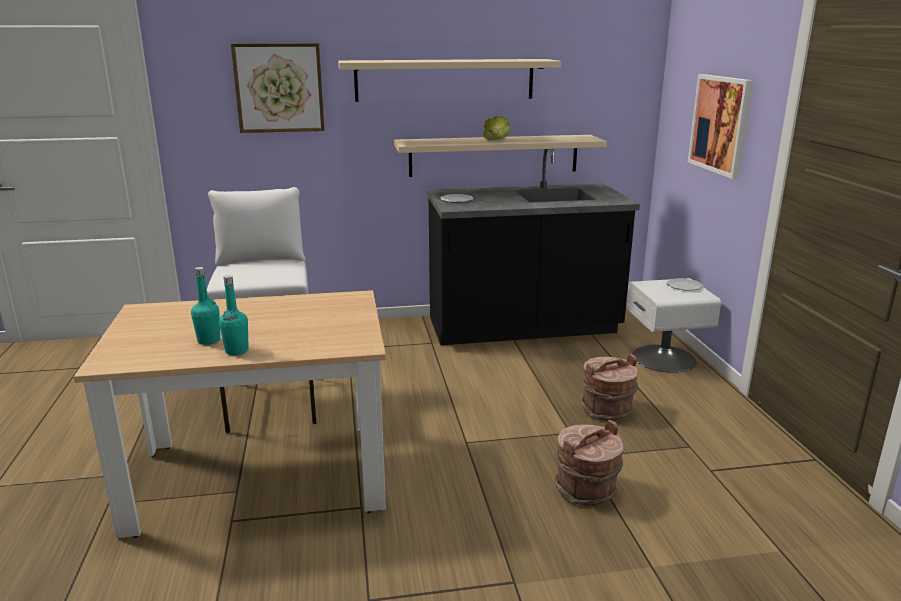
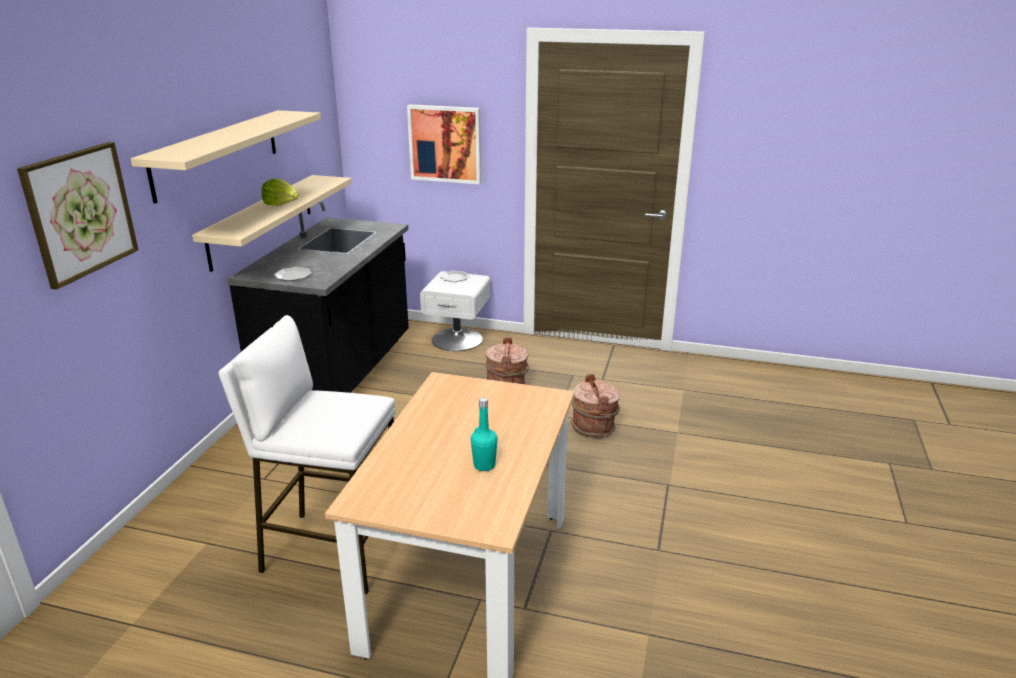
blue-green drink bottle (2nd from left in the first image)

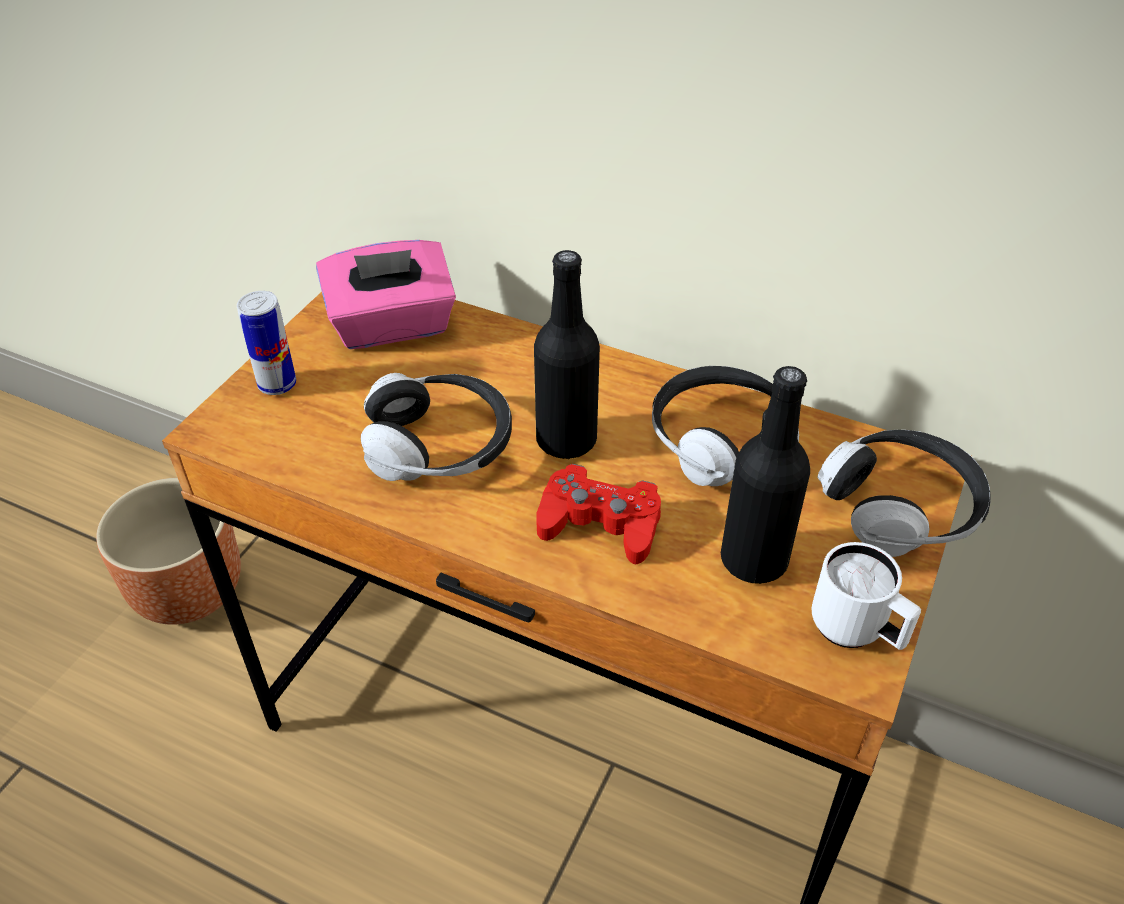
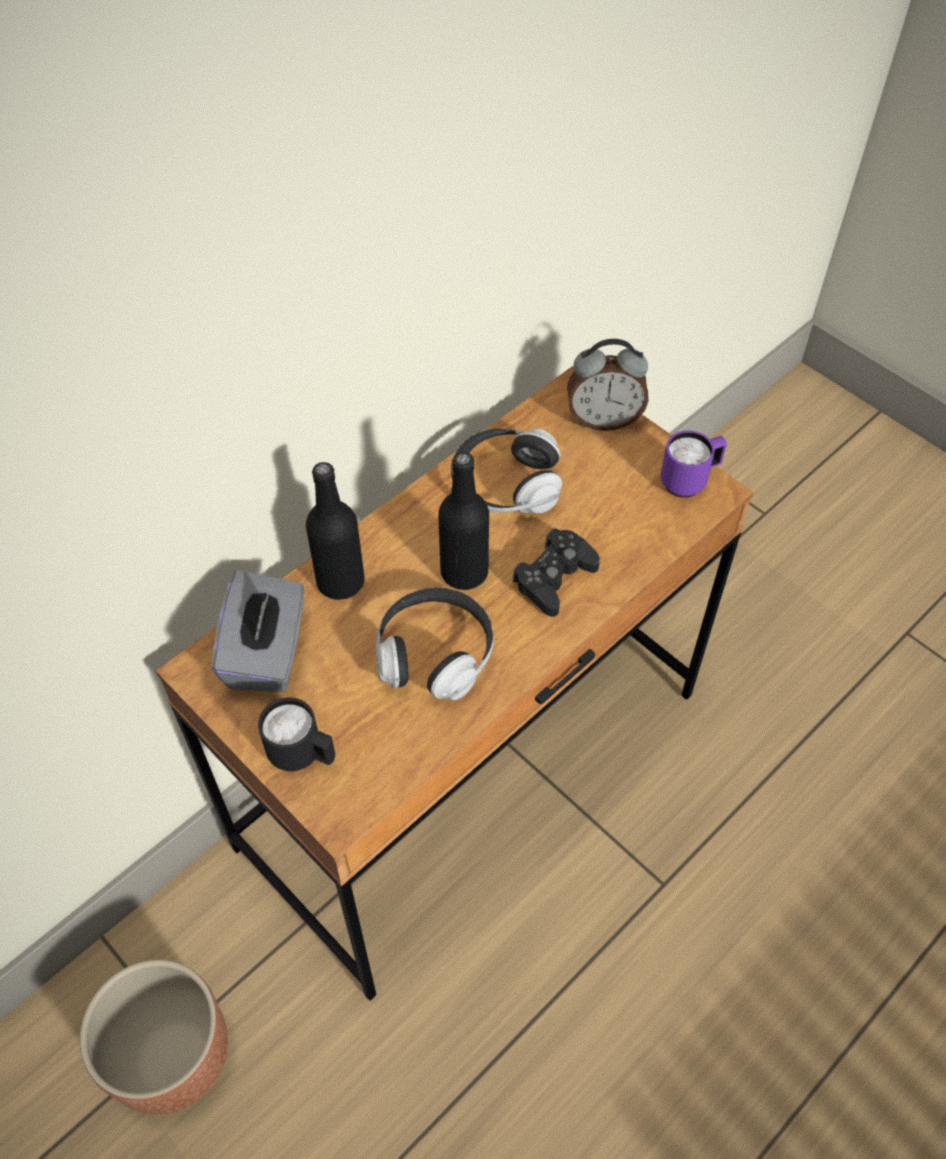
grey tissue box; black-coloured coffee mug; black-coloured drink bottle (1st from left); table clock; black-coloured game controller; purplish coffee mug

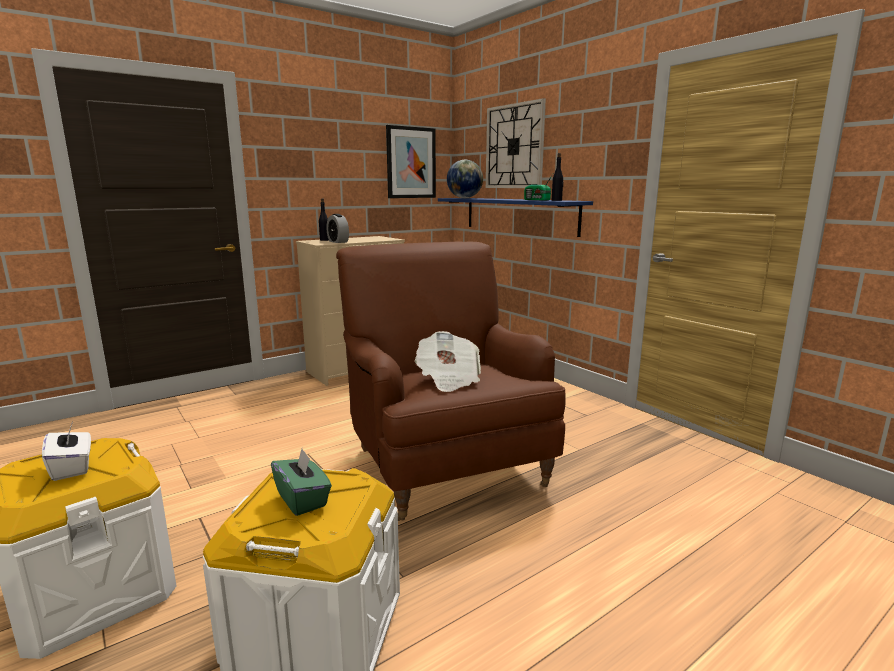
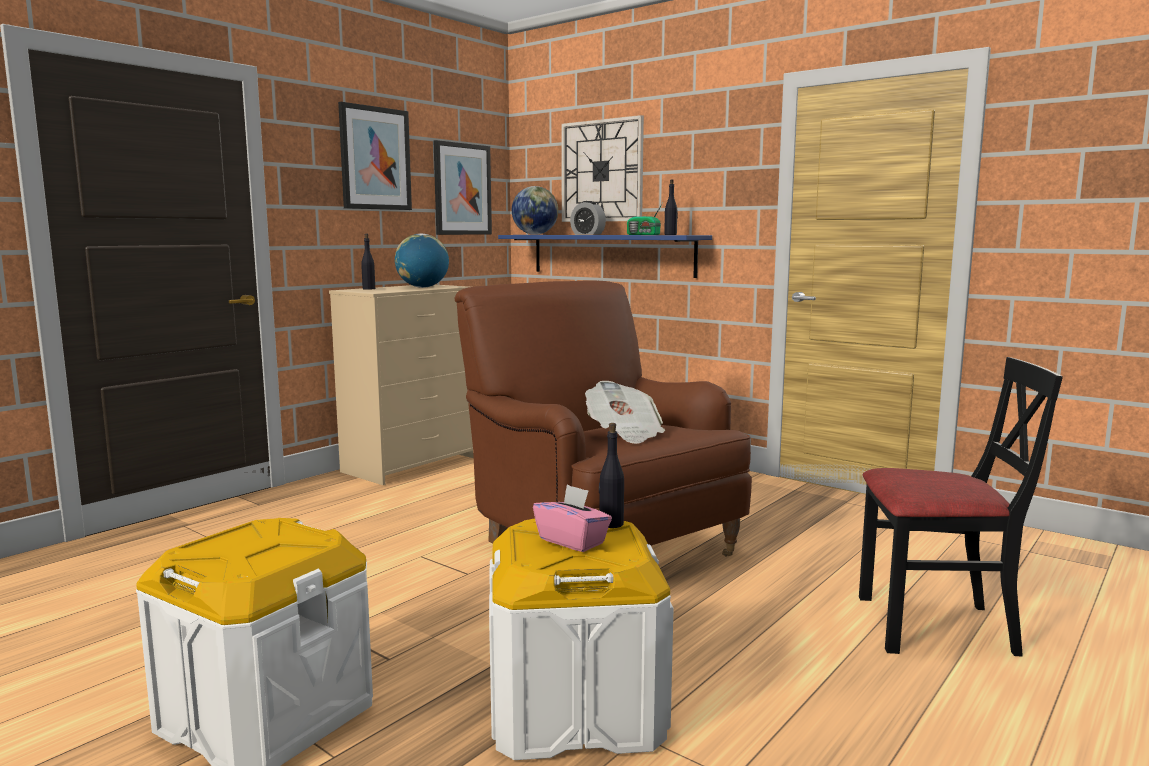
table clock; white-coloured tissue box; pink tissue box; wall picture (1st from left); world globe (1st from left); black-coloured plain chair; black-coloured drink bottle (2nd from left)

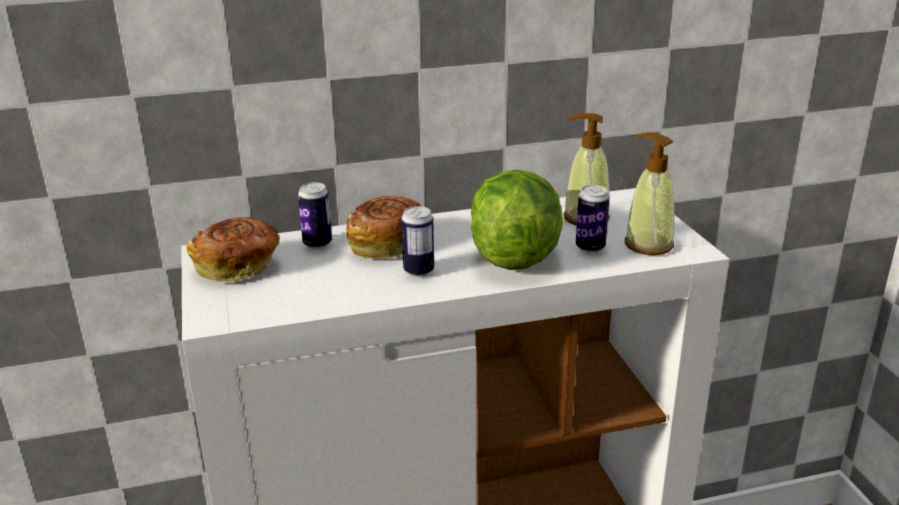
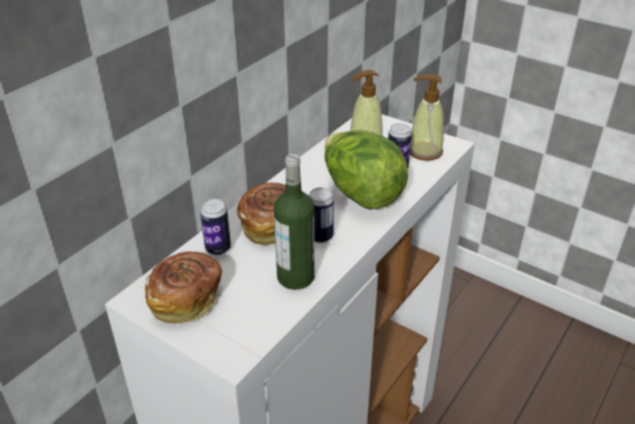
drink bottle

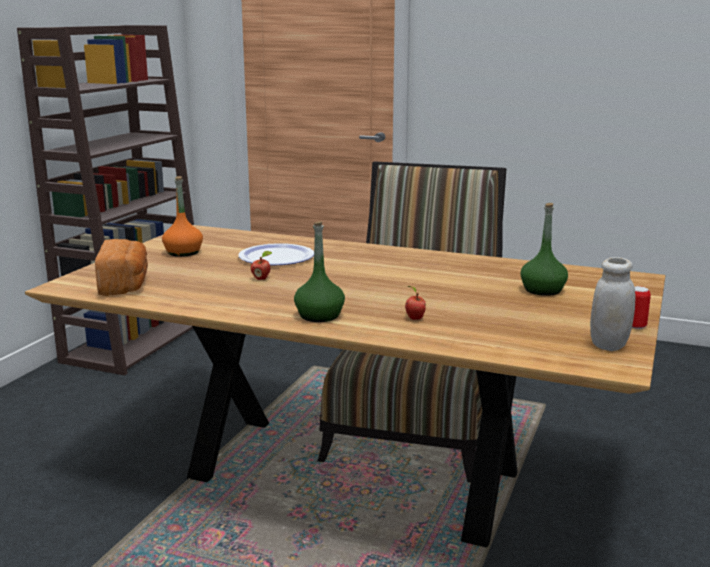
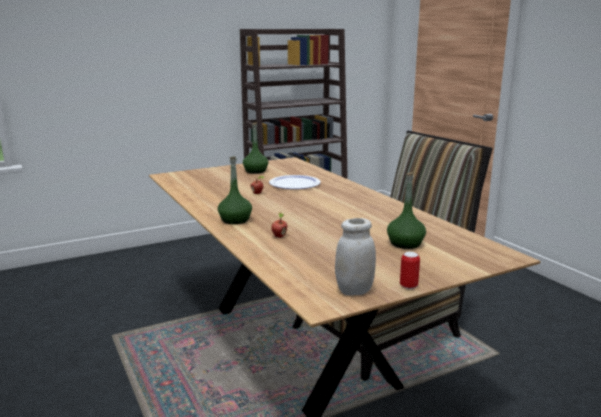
green drink bottle (2nd from left); baked bread

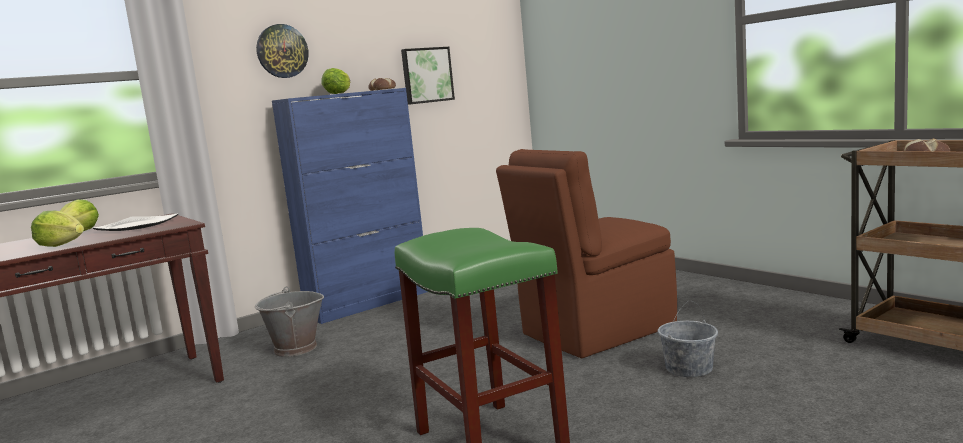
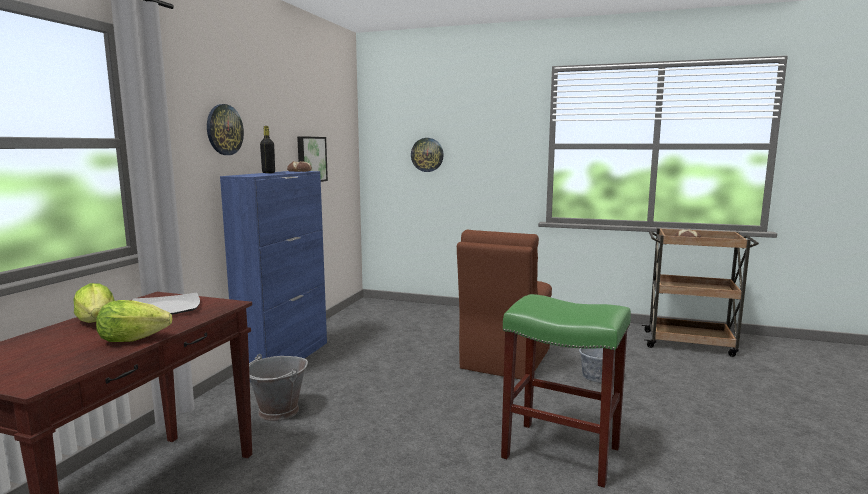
black-coloured drink bottle; clock on the wall (2nd from left)

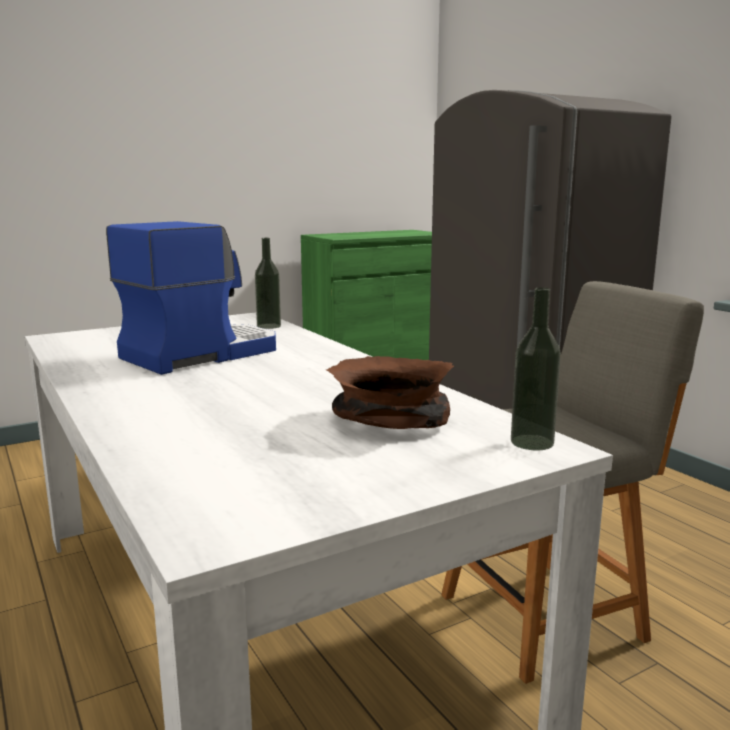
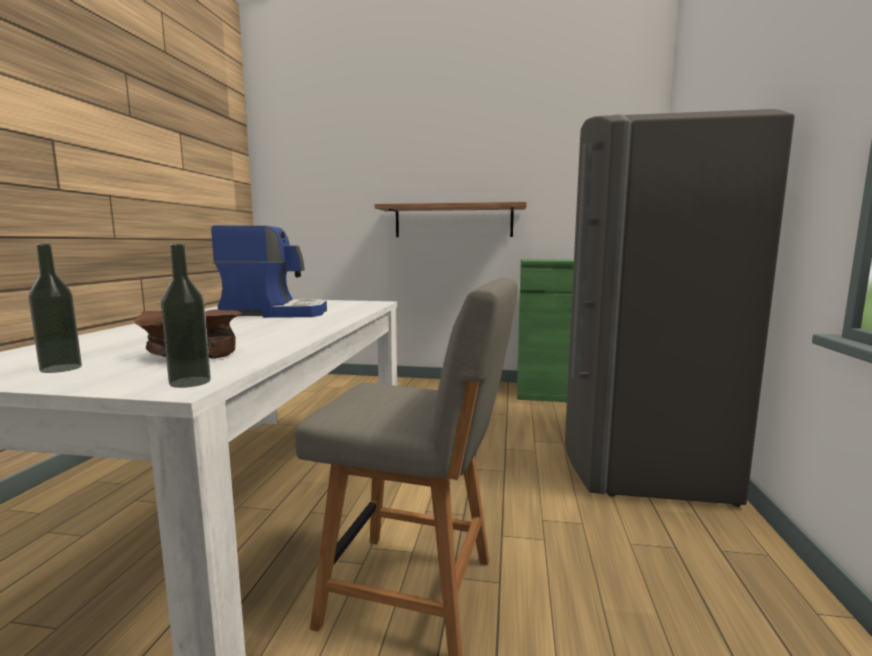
drink bottle (1st from left); shelf

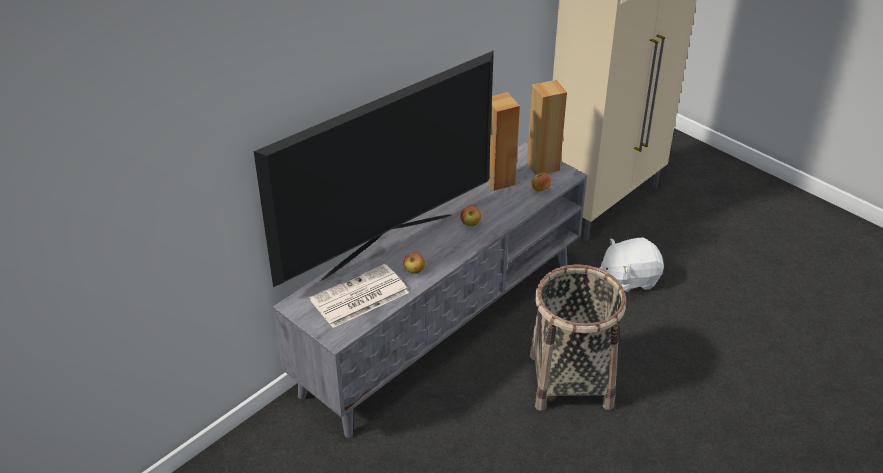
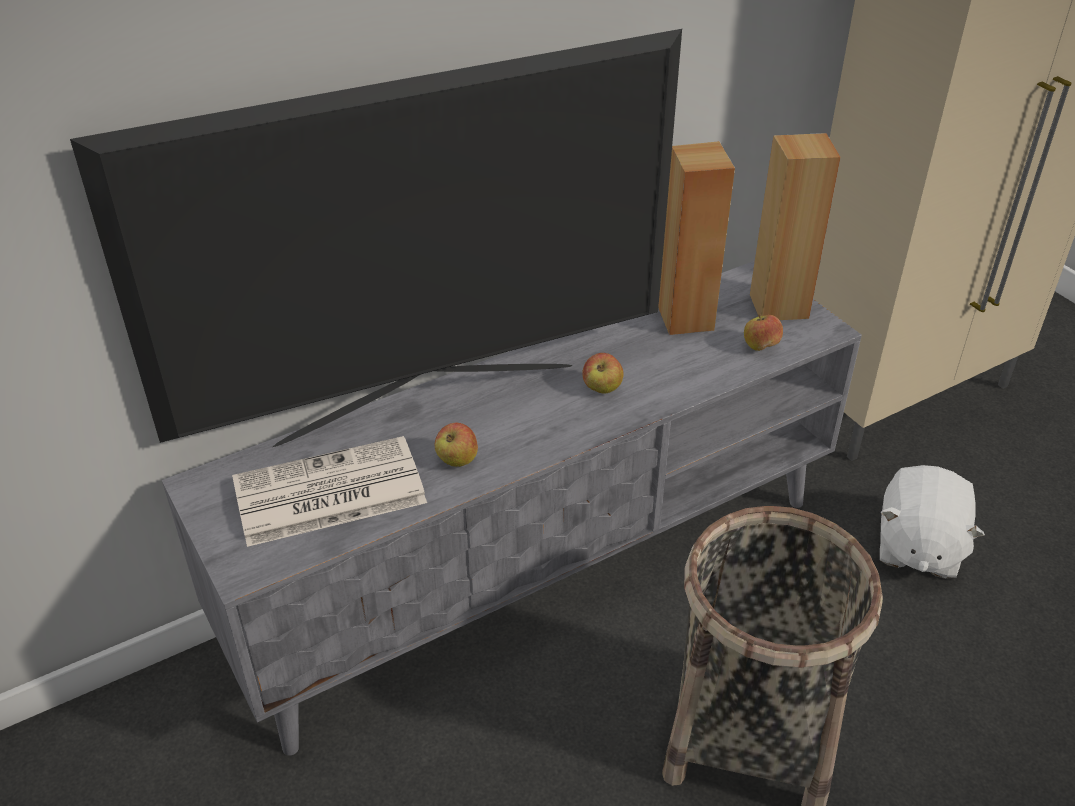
white-coloured plush toy

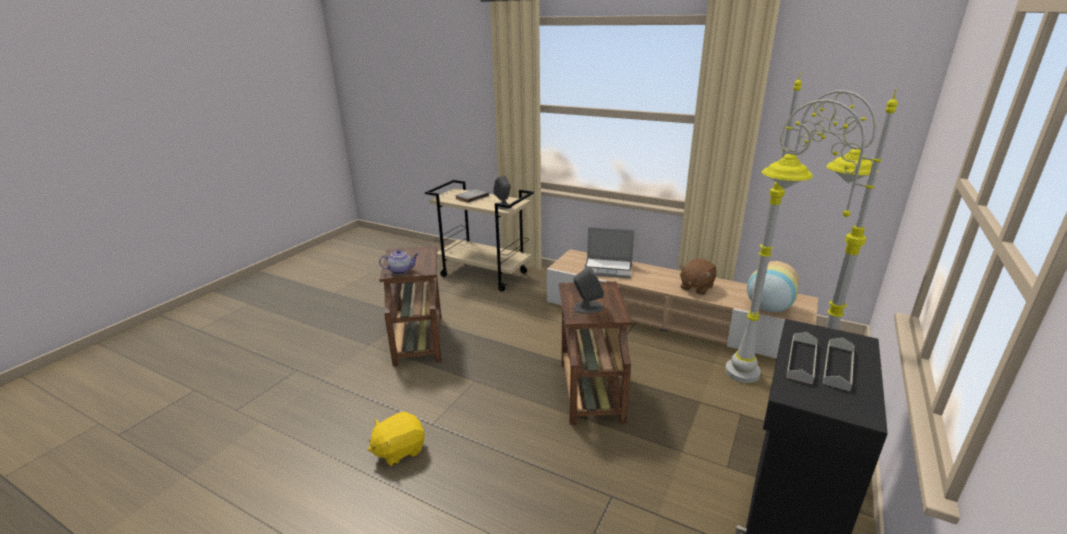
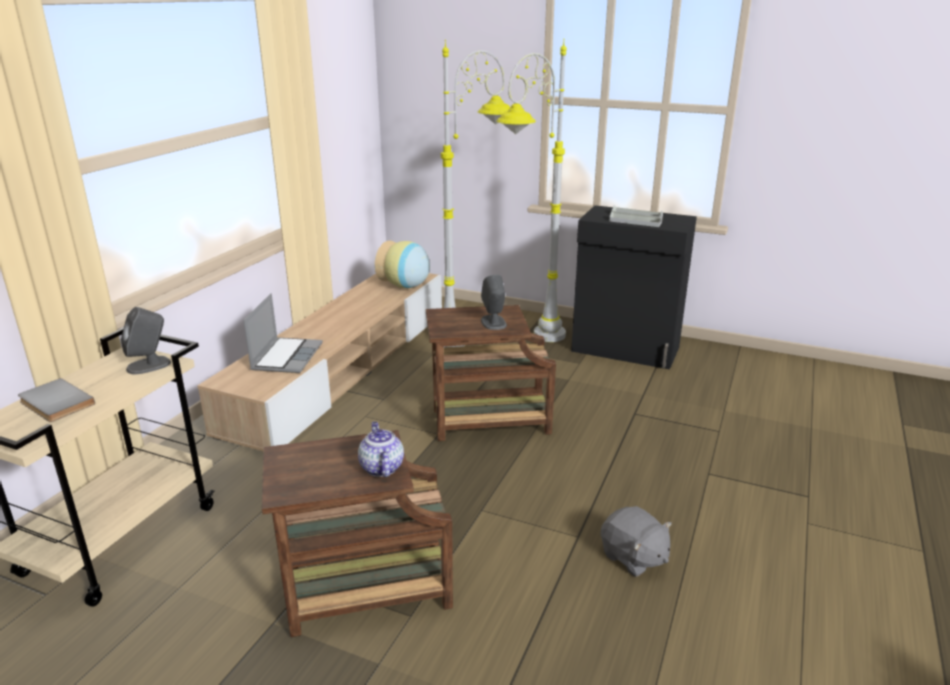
brown-coloured plush toy; grey plush toy

